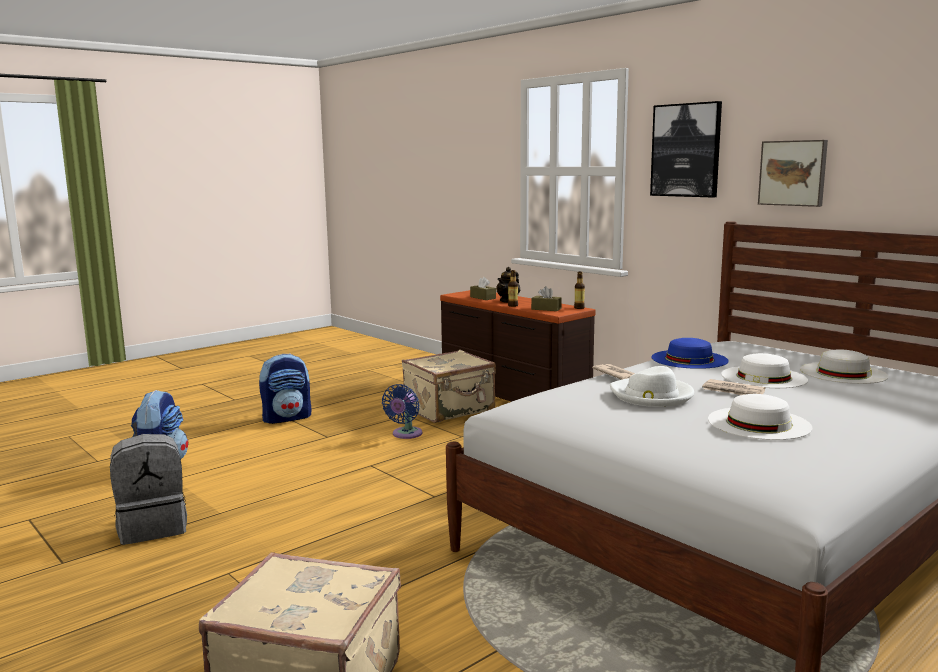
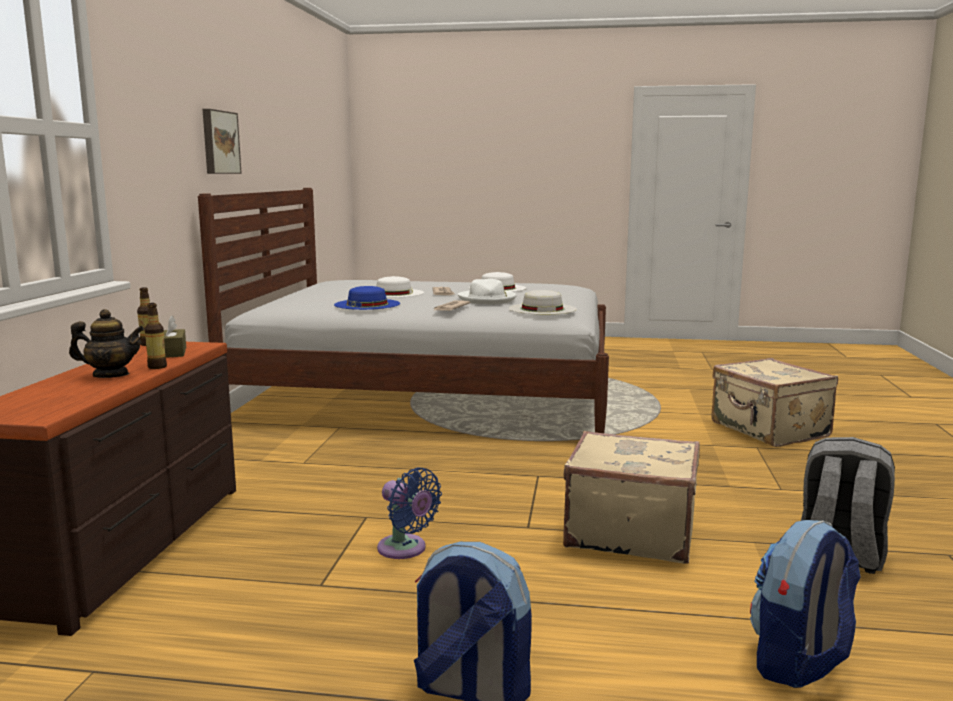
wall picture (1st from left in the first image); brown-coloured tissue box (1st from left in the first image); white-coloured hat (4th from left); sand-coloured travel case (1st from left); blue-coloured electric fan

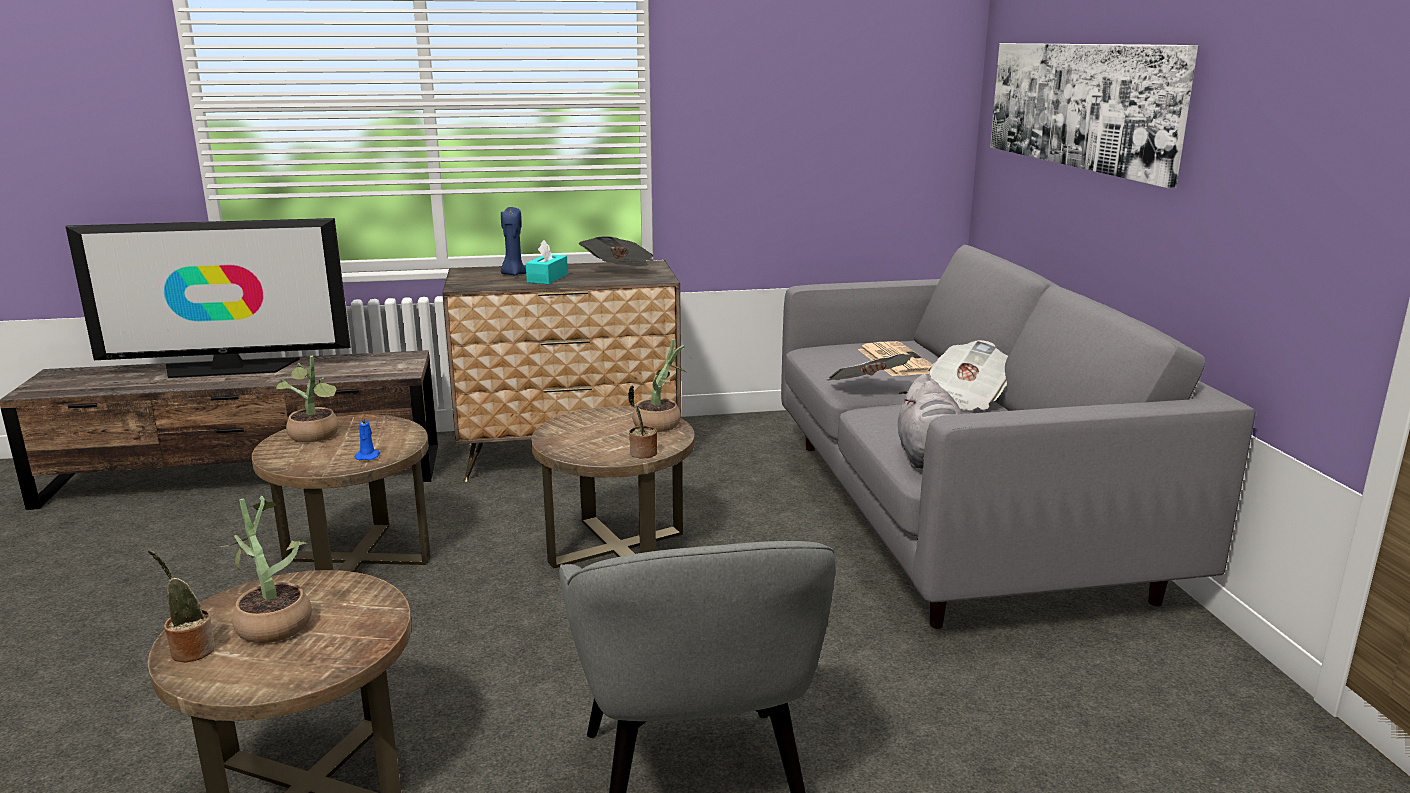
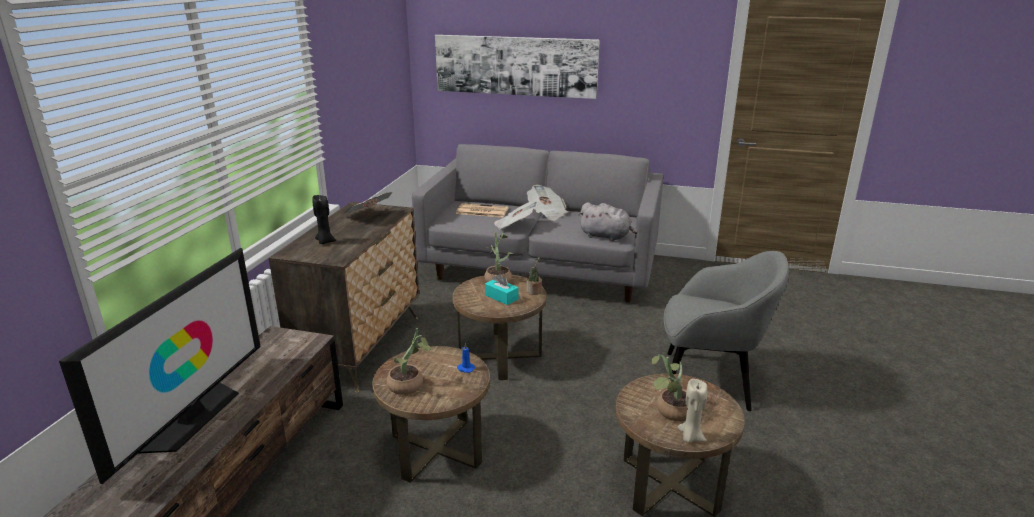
black-coloured candle; blue-green tissue box; sand-coloured candle

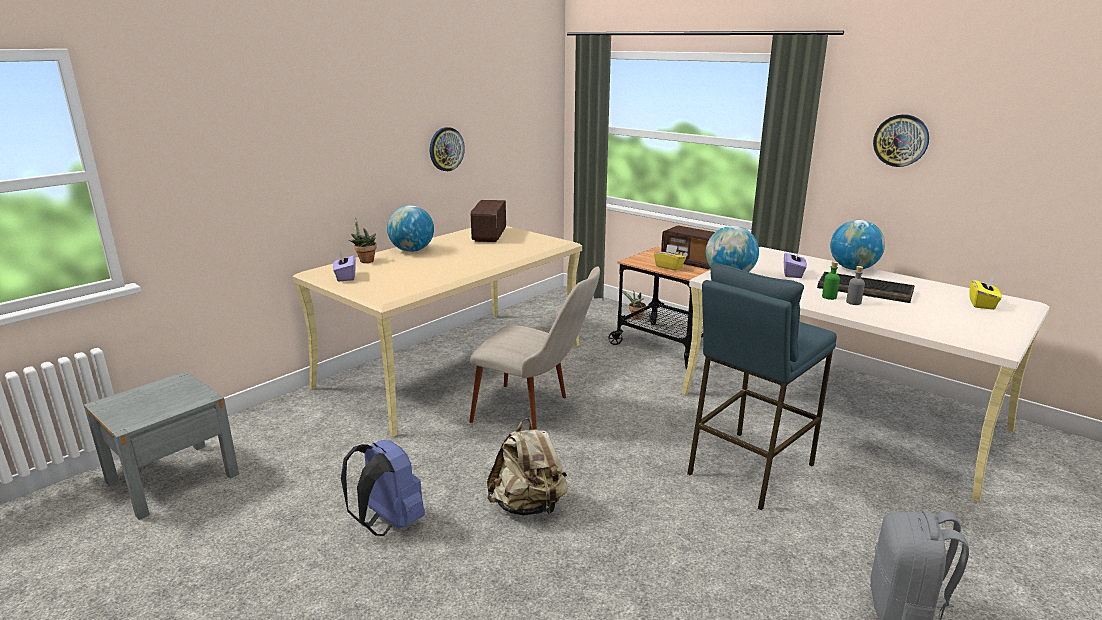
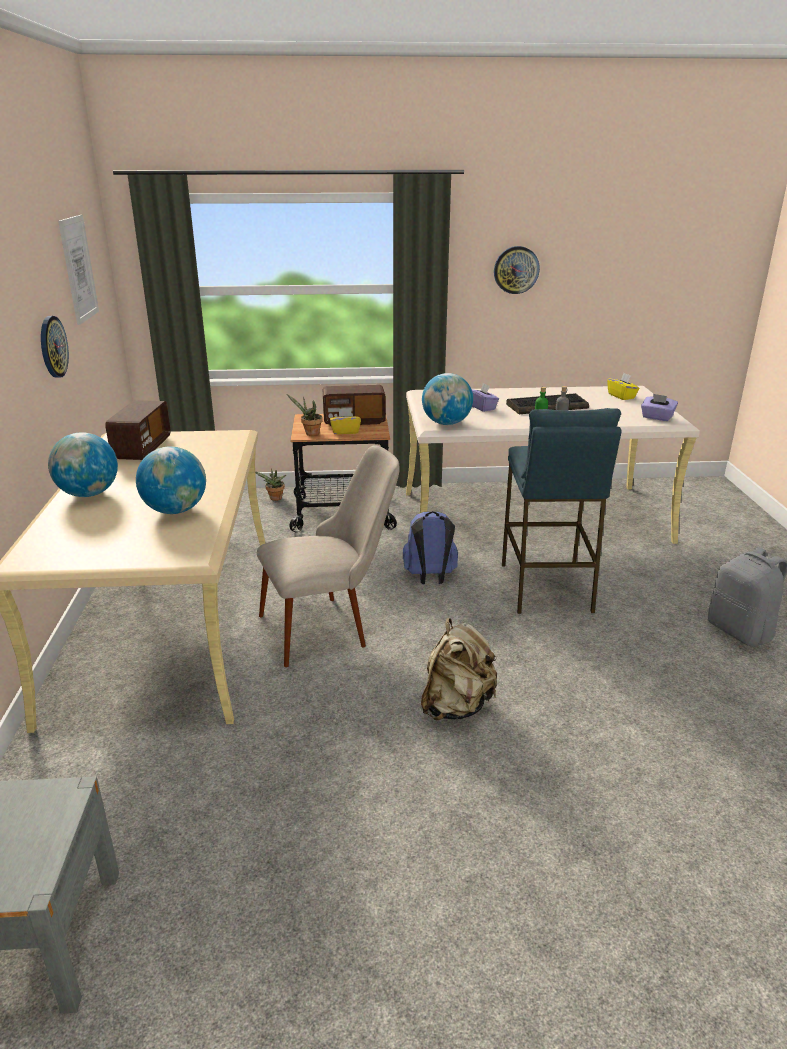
radio receiver (1st from left); potted plant (2nd from left); world globe (2nd from left); purplish tissue box (2nd from left); blue-coloured knapsack; wall picture

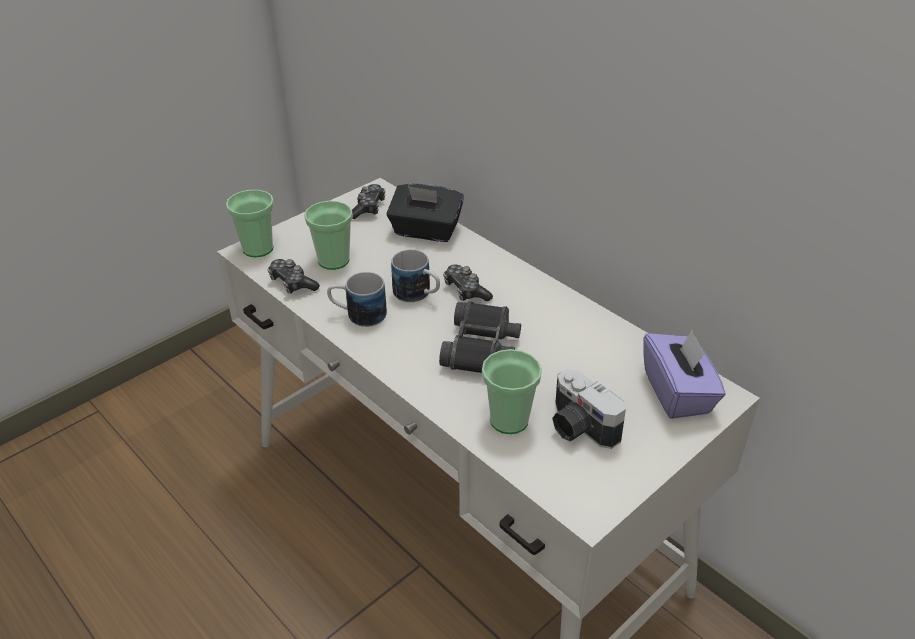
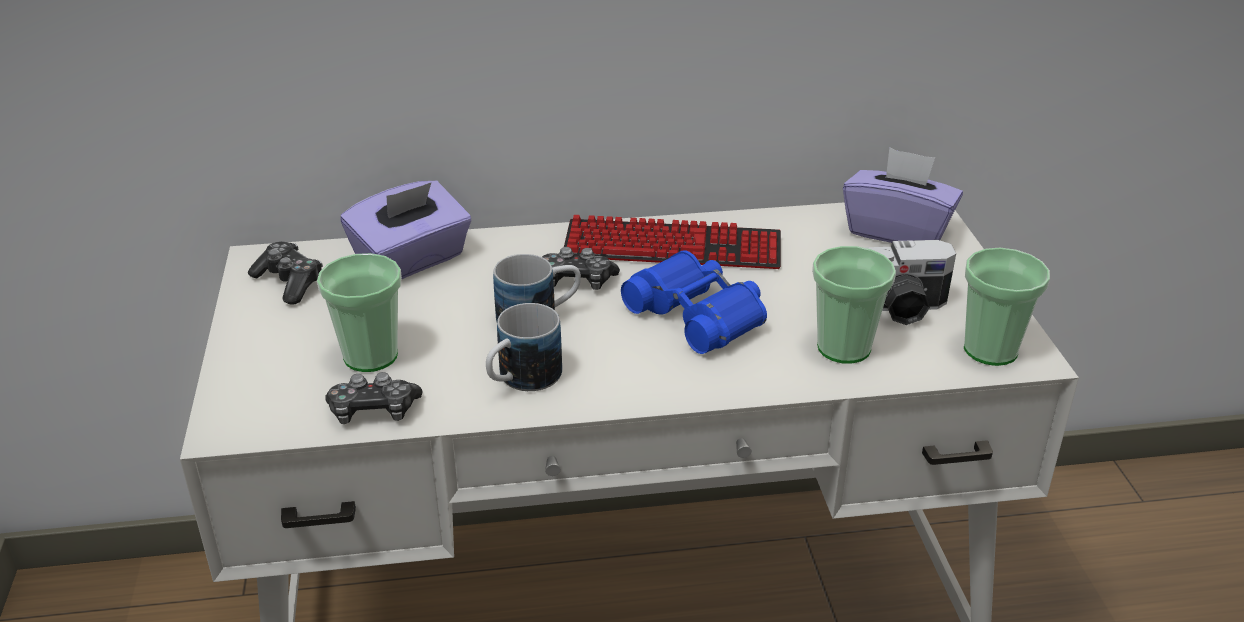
purplish tissue box (1st from left); small cup (3rd from left); blue-coloured binoculars; keyboard

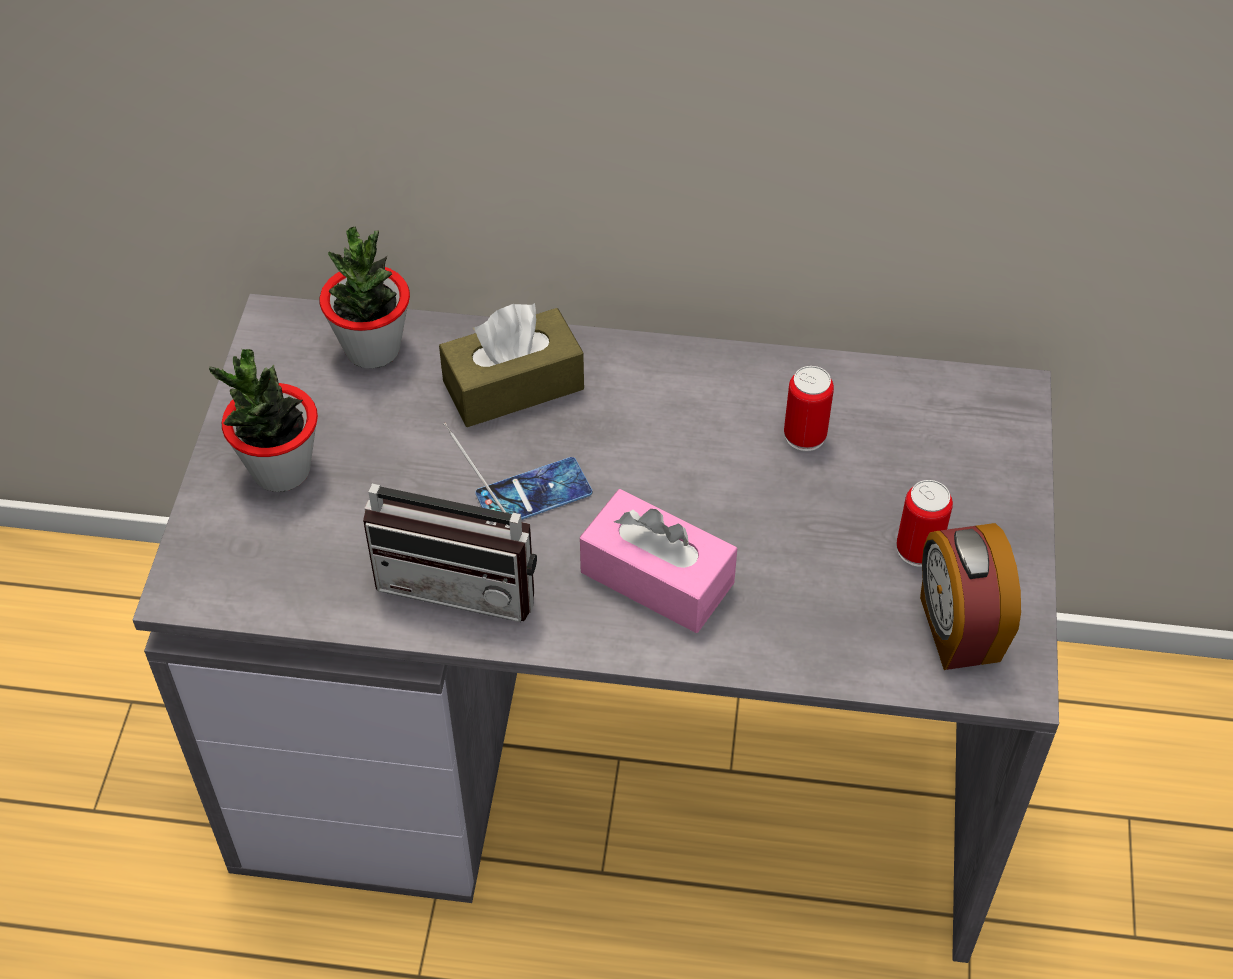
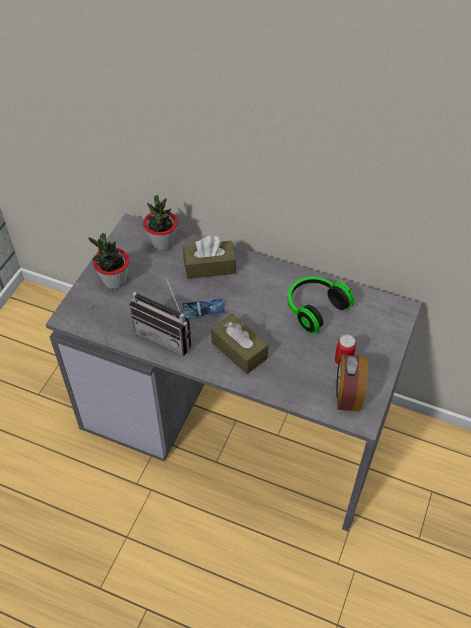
pair of headphones; brown-coloured tissue box (2nd from left)

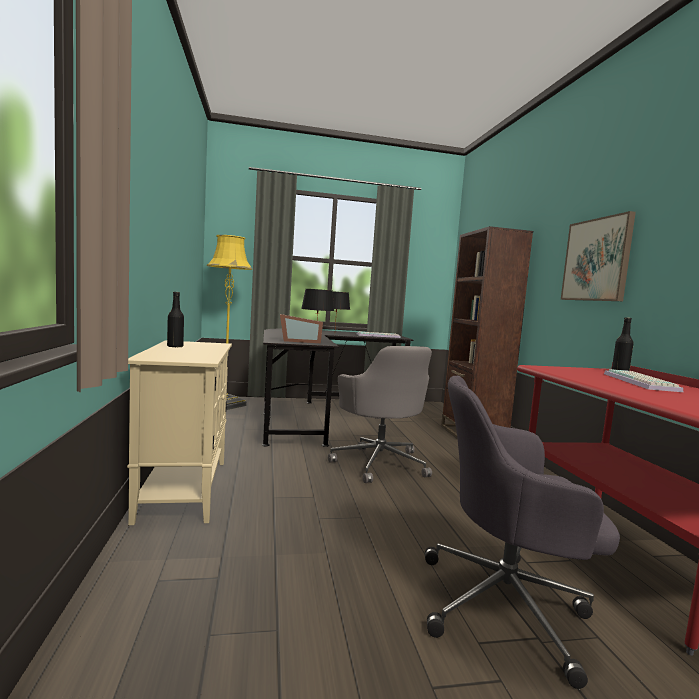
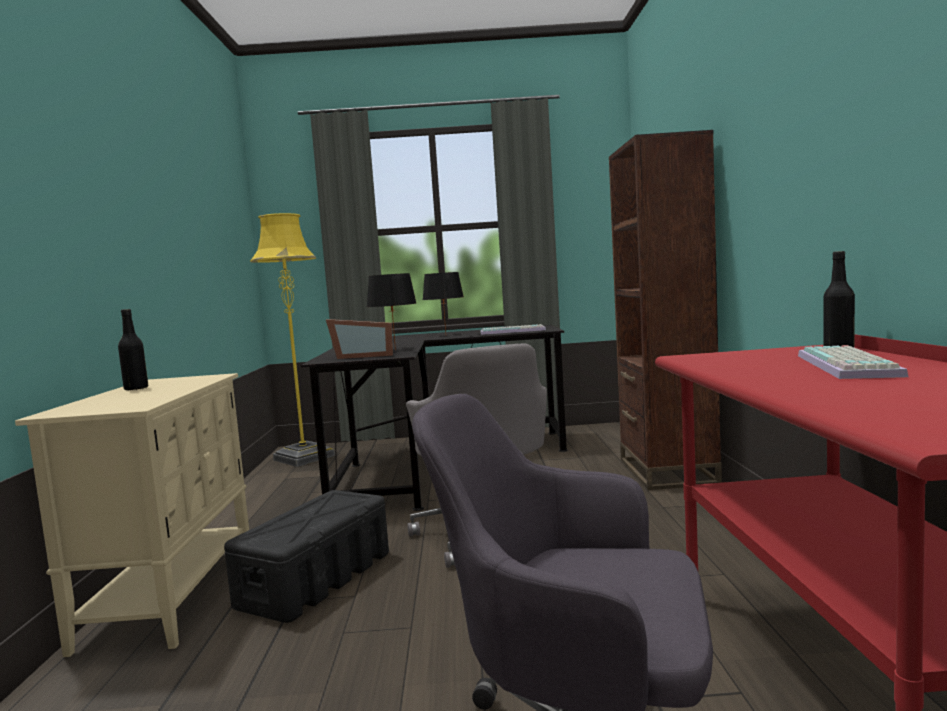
wall picture; black-coloured storage container

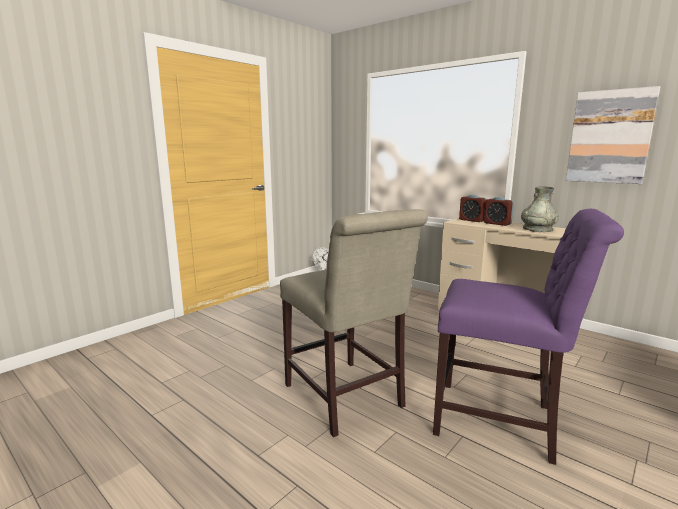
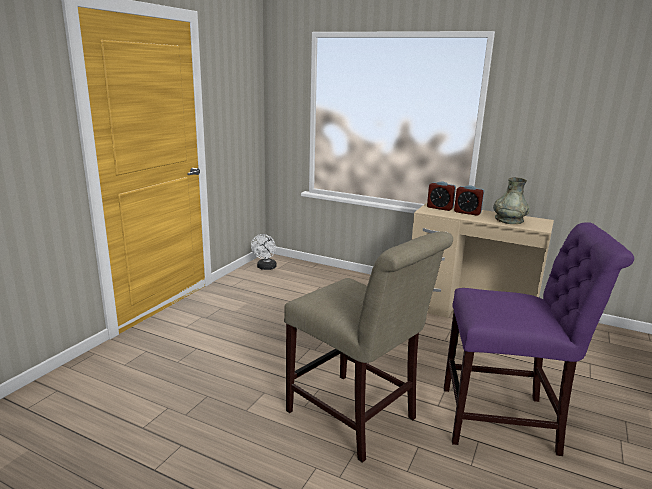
wall picture

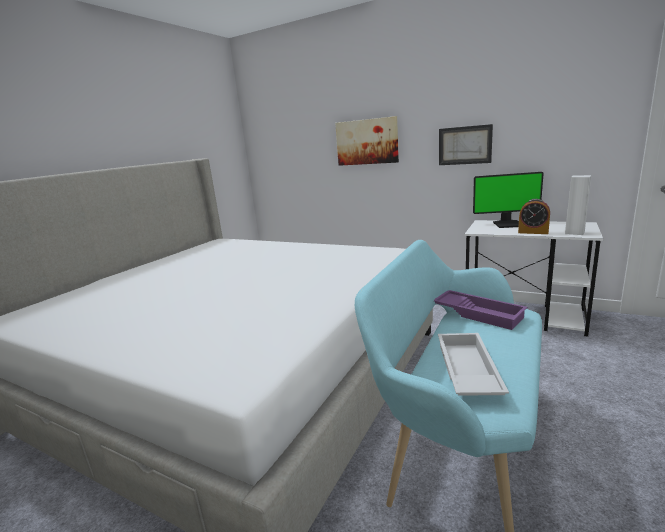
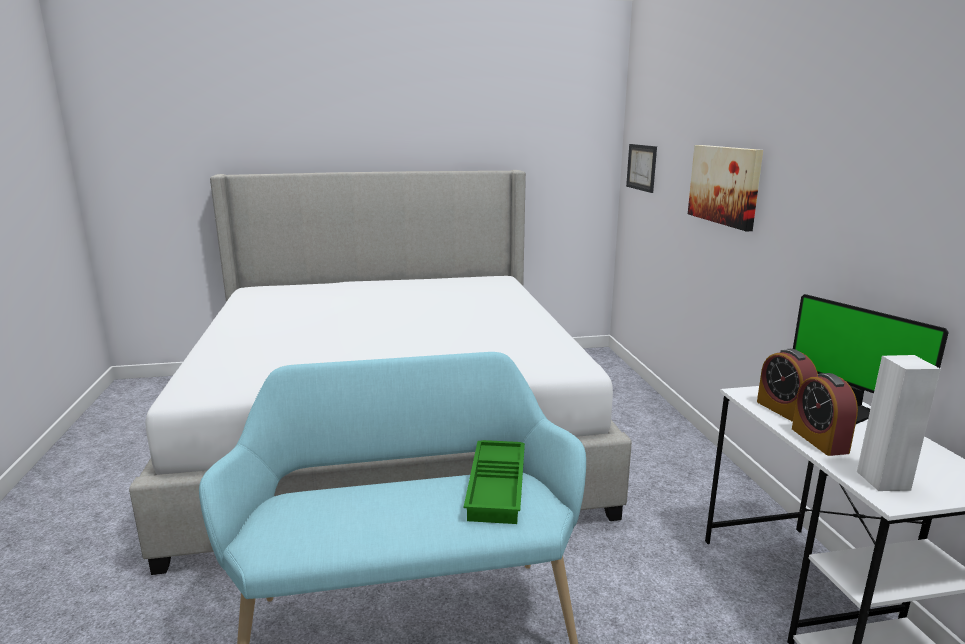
wall picture (1st from left); green carrying tray; white-coloured carrying tray; table clock (1st from left)

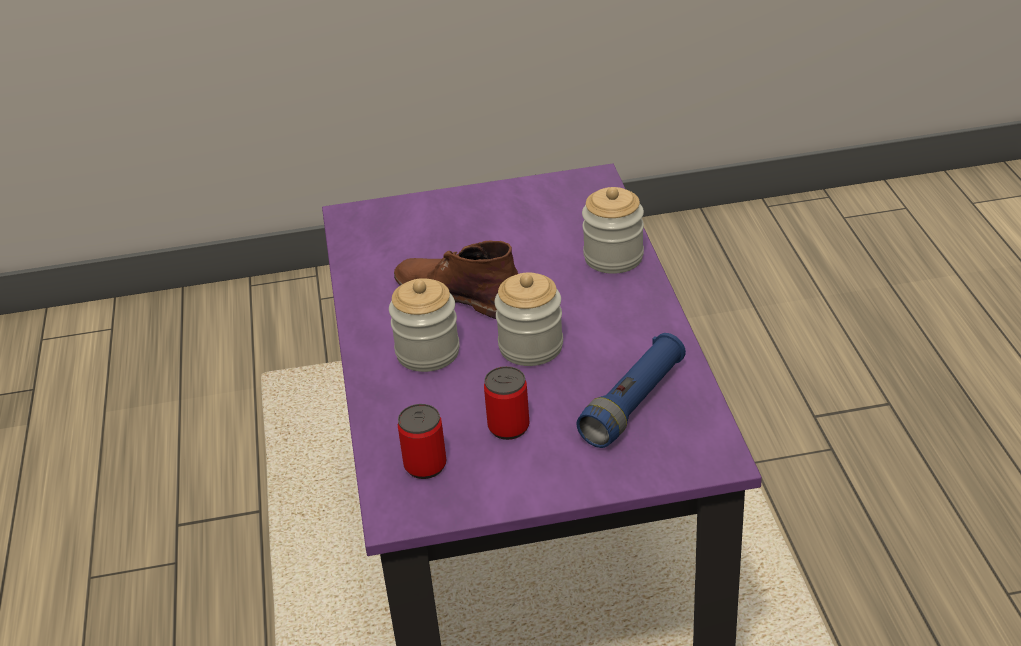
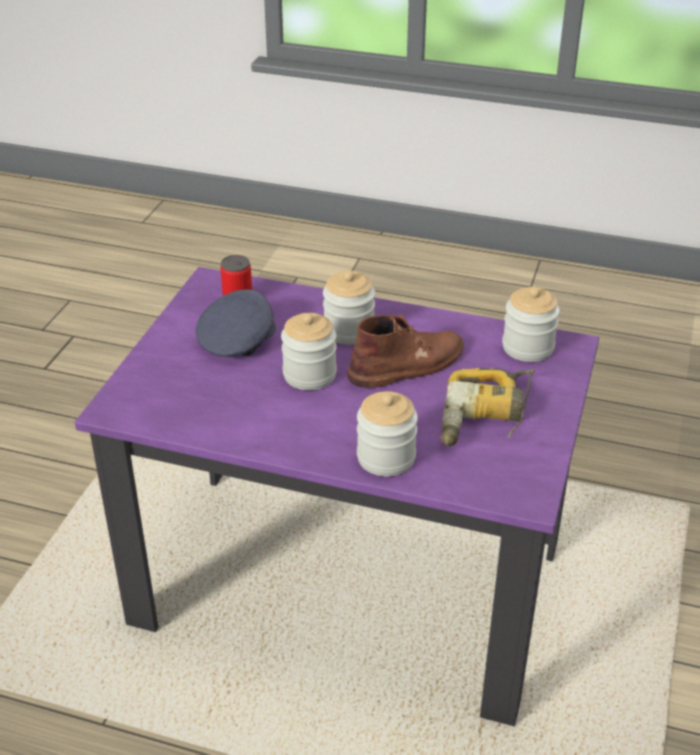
blue-coloured hand torch; grey peaked cap; jar (4th from left); drill

